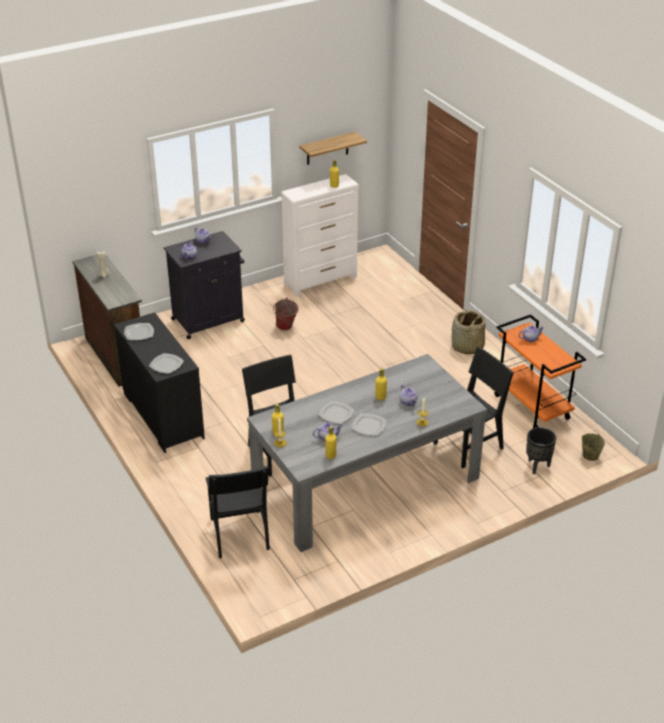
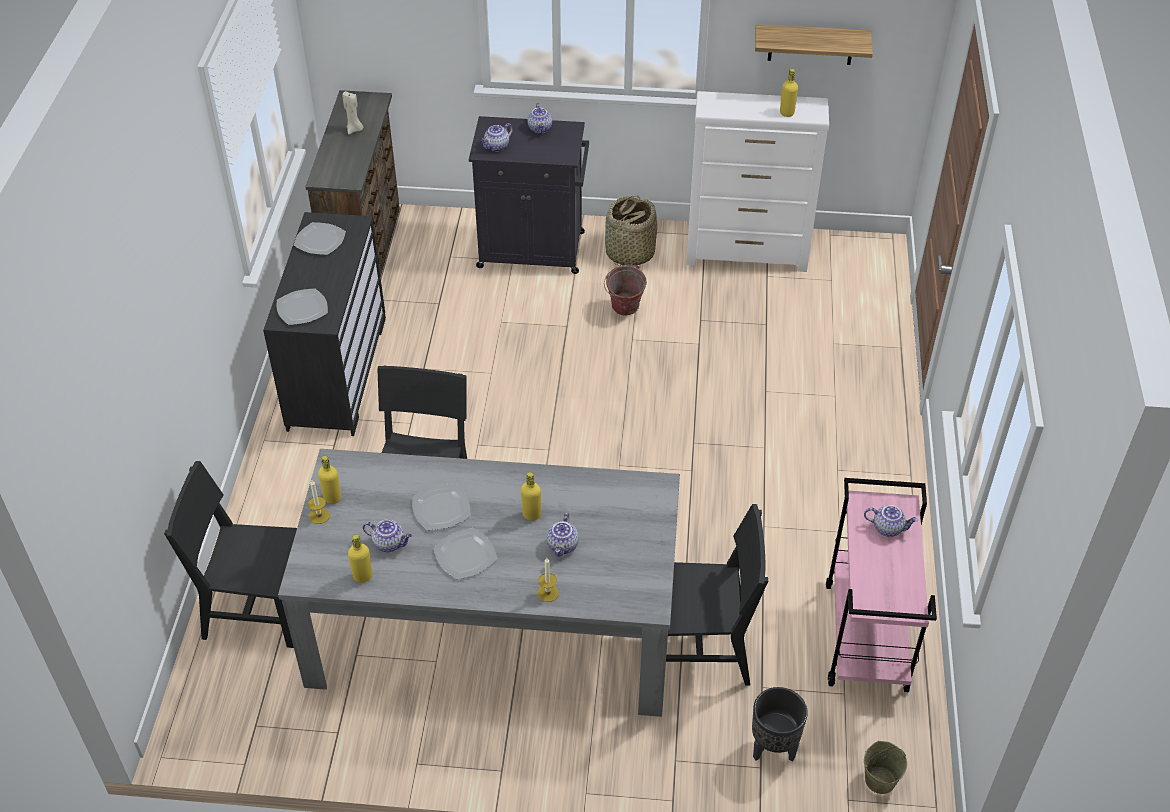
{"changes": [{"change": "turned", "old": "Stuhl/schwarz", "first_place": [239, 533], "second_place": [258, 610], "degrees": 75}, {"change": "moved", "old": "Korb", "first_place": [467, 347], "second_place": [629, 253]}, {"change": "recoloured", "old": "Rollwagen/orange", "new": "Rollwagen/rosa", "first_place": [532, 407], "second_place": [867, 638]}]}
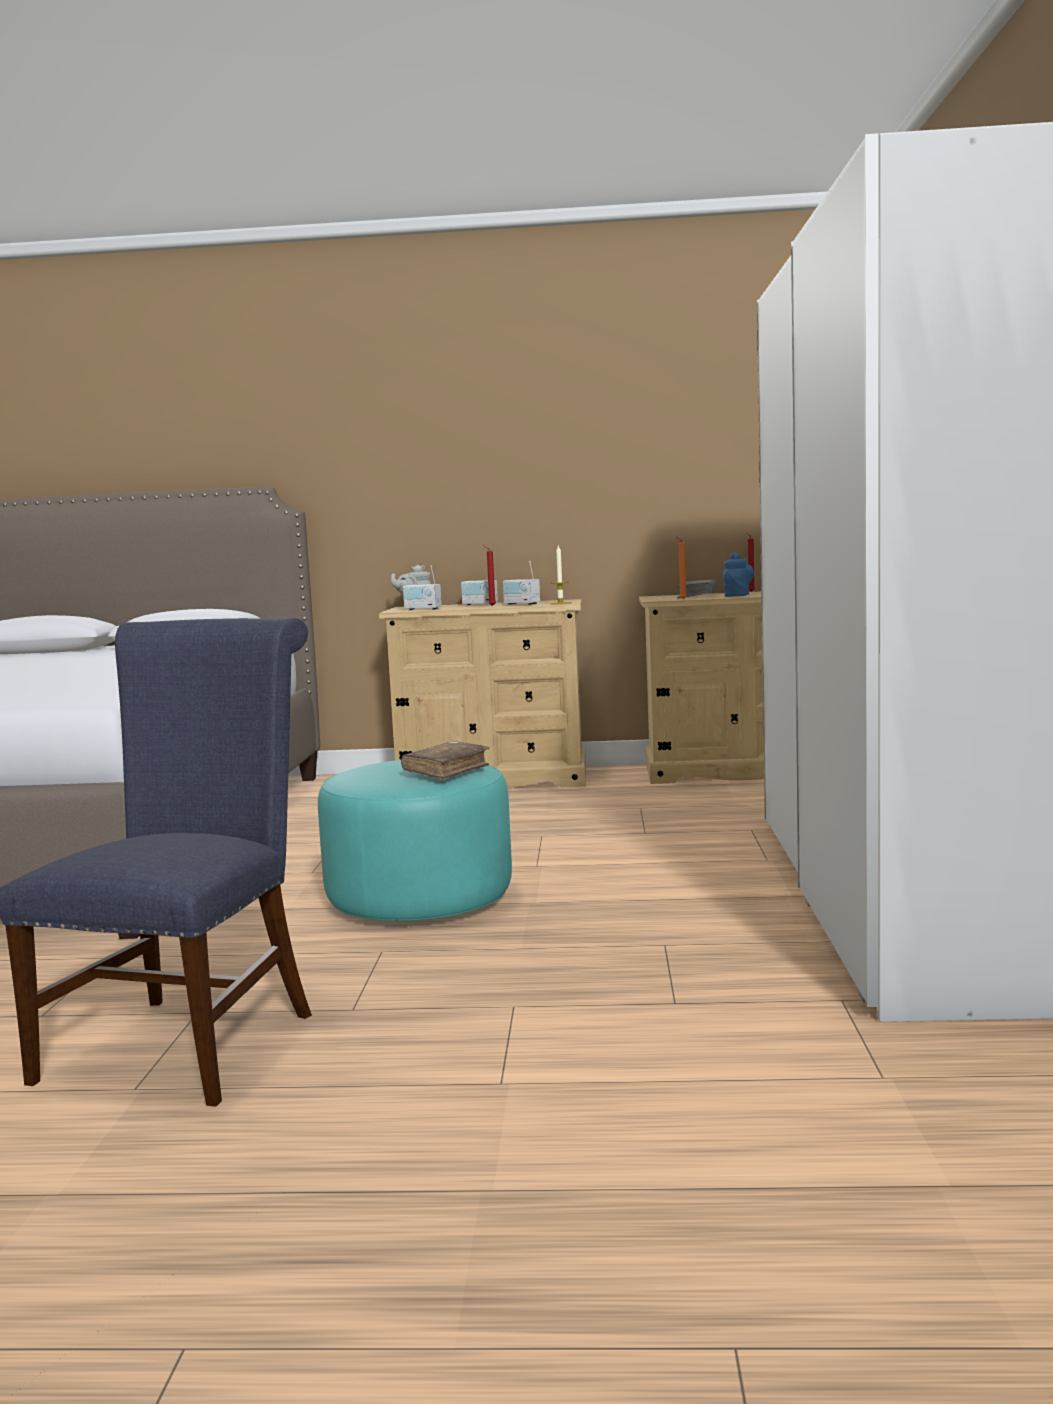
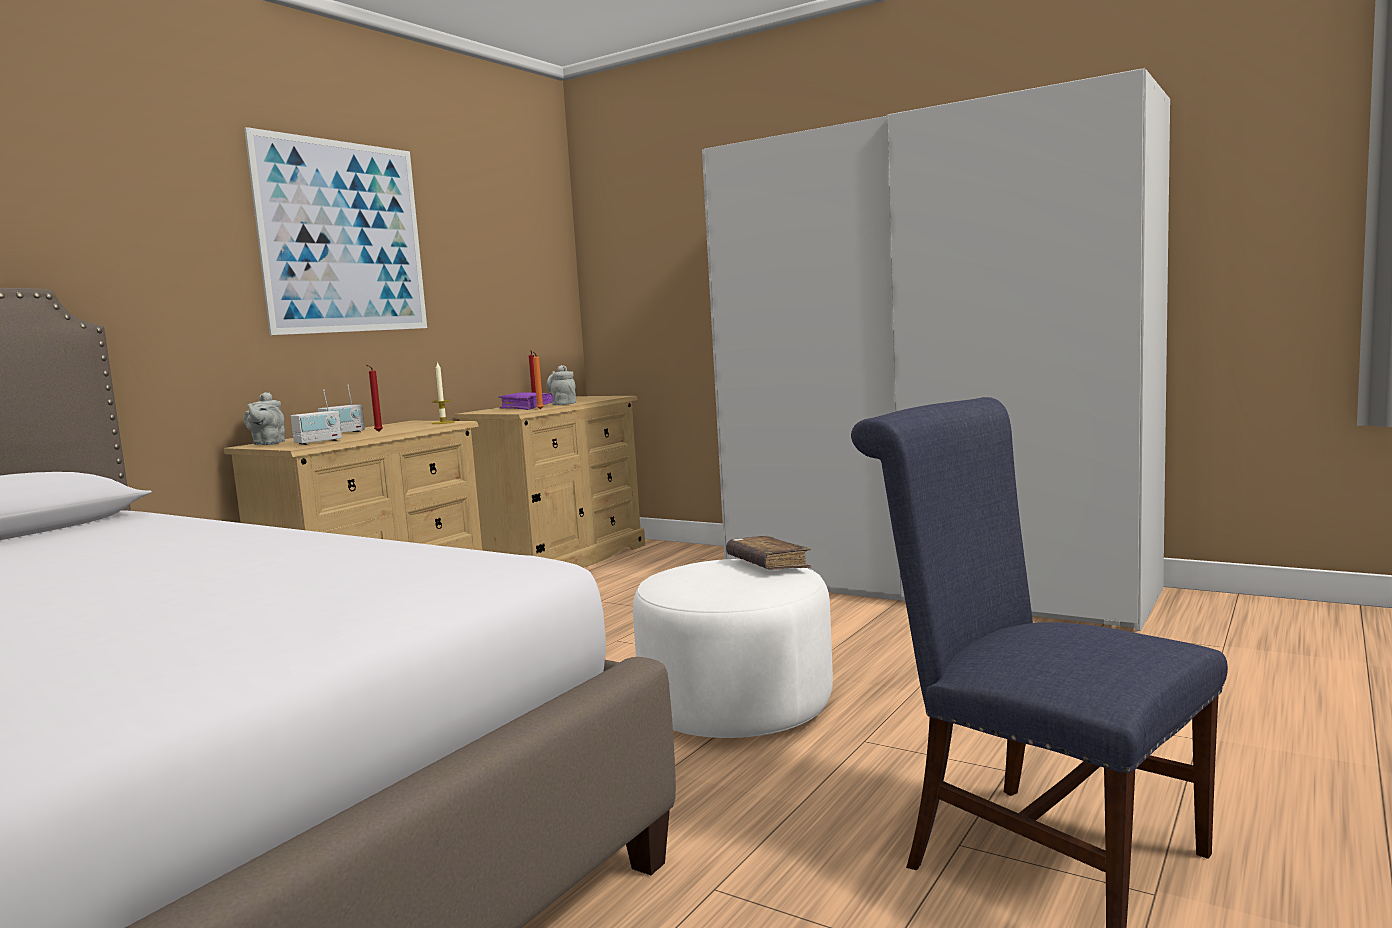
{"changes": [{"change": "recoloured", "old": "Polsterhocker/türkis", "new": "Polsterhocker/weiß", "first_place": [420, 900], "second_place": [736, 708]}, {"change": "removed", "old": "Radio", "first_place": [521, 604]}, {"change": "recoloured", "old": "Buch/grau", "new": "Buch/lila", "first_place": [697, 596], "second_place": [526, 407]}, {"change": "recoloured", "old": "Teekanne/blau", "new": "Teekanne/grau", "first_place": [737, 596], "second_place": [562, 404]}, {"change": "added", "new": "Bild", "second_place": [343, 237]}]}
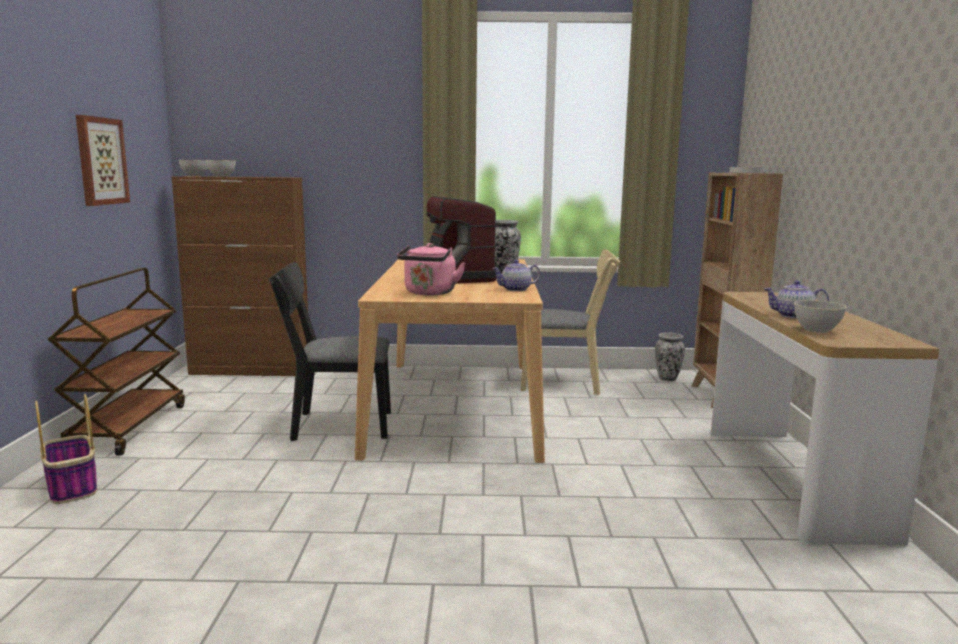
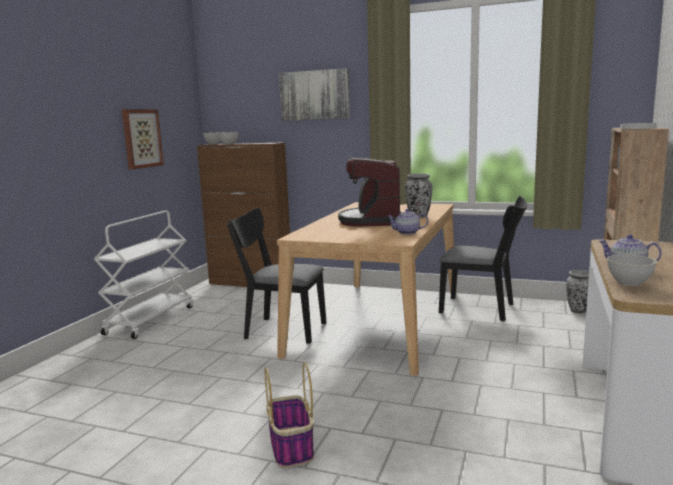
{"changes": [{"change": "moved", "old": "Korb", "first_place": [72, 487], "second_place": [292, 448]}, {"change": "recoloured", "old": "Rollwagen/braun", "new": "Rollwagen/weiß", "first_place": [127, 428], "second_place": [150, 320]}, {"change": "removed", "old": "Wasserkessel/rosa", "first_place": [429, 293]}, {"change": "recoloured", "old": "Stuhl/beige", "new": "Stuhl/schwarz", "first_place": [567, 383], "second_place": [483, 309]}, {"change": "added", "new": "Bild", "second_place": [314, 95]}]}
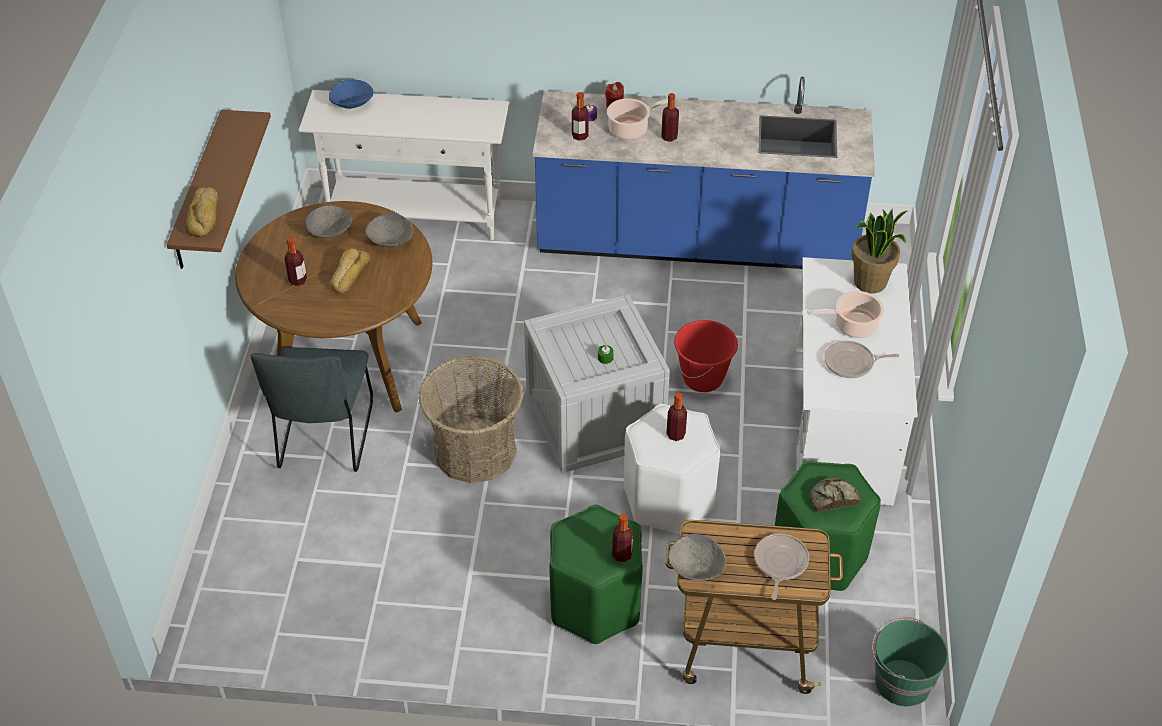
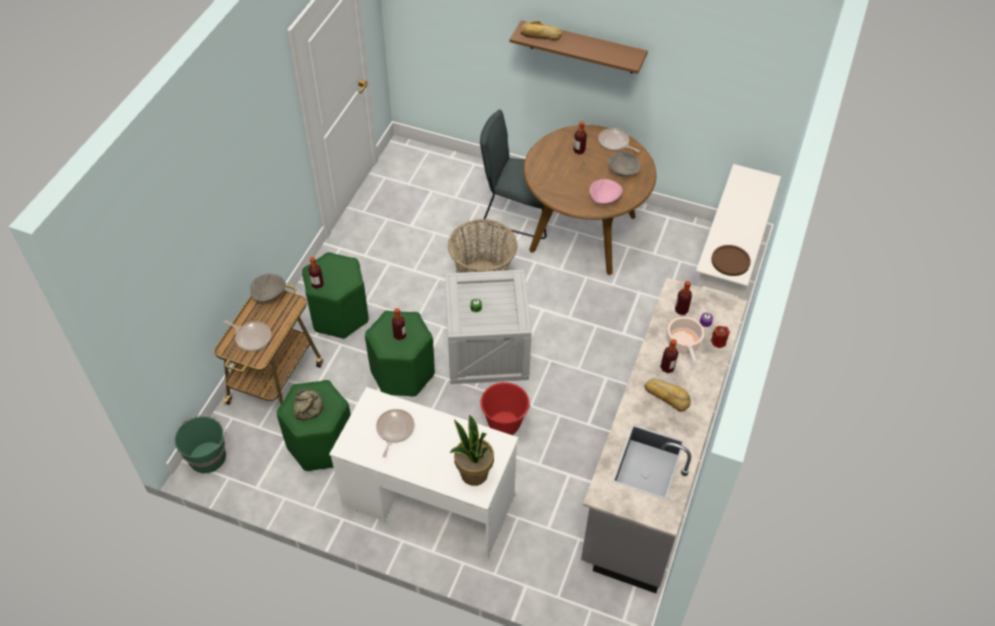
{"changes": [{"change": "removed", "old": "Schüssel/blau", "first_place": [352, 104]}, {"change": "moved", "old": "Brot", "first_place": [349, 275], "second_place": [667, 396]}, {"change": "recoloured", "old": "Schüssel/grau", "new": "Schüssel/rosa", "first_place": [391, 241], "second_place": [604, 198]}, {"change": "recoloured", "old": "Küchenzeile/blau", "new": "Küchenzeile/grau", "first_place": [696, 244], "second_place": [654, 462]}, {"change": "recoloured", "old": "Hocker/weiß", "new": "Hocker/grün", "first_place": [668, 500], "second_place": [402, 373]}, {"change": "removed", "old": "Kochtopf", "first_place": [853, 326]}, {"change": "added", "new": "Pfanne", "second_place": [615, 143]}, {"change": "added", "new": "Teller/braun", "second_place": [730, 261]}]}
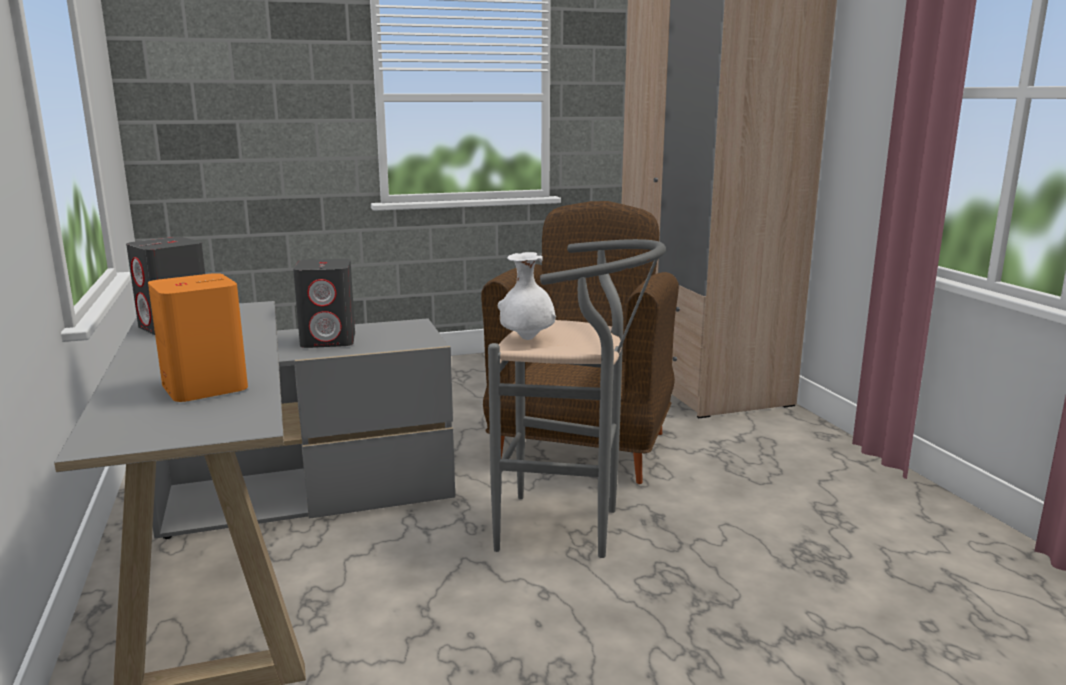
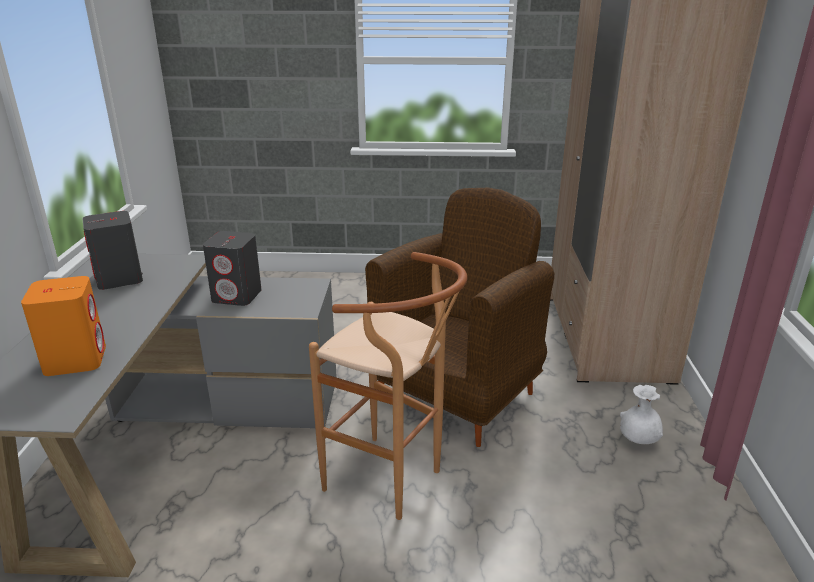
{"changes": [{"change": "recoloured", "old": "Hocker/grau", "new": "Hocker/braun", "first_place": [571, 529], "second_place": [393, 482]}, {"change": "moved", "old": "Vase/weiß", "first_place": [527, 339], "second_place": [638, 441]}]}
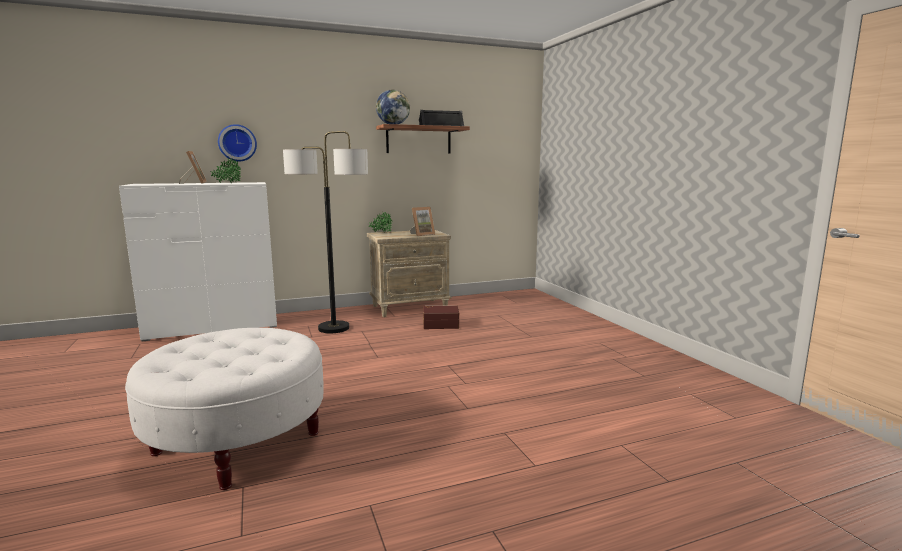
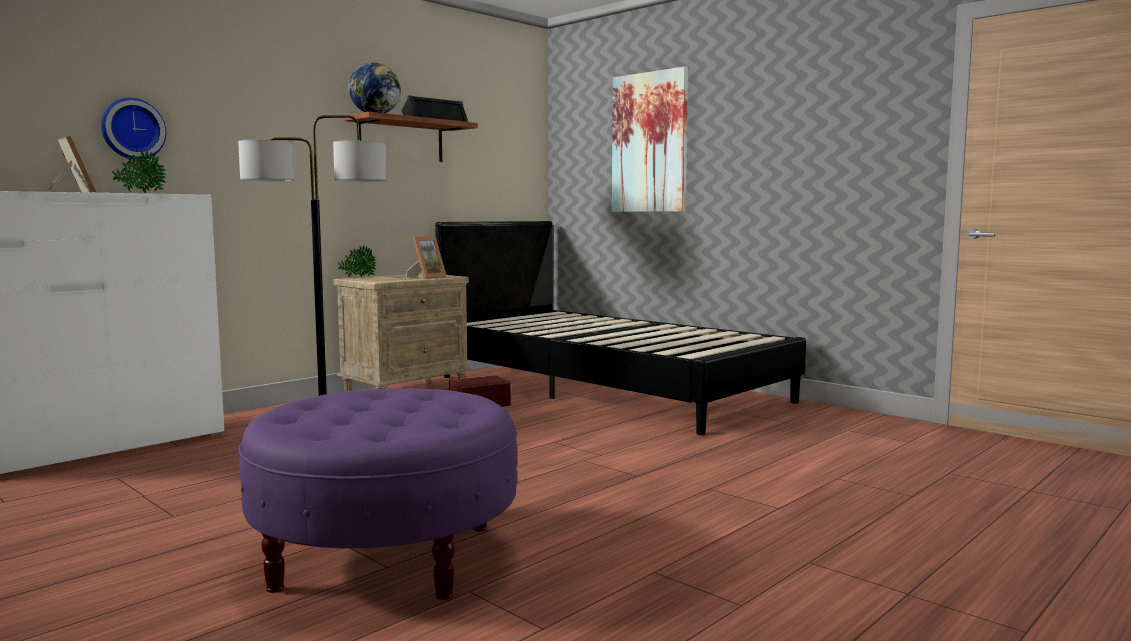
{"changes": [{"change": "recoloured", "old": "Polsterhocker/weiß", "new": "Polsterhocker/lila", "first_place": [237, 443], "second_place": [385, 556]}, {"change": "added", "new": "Bett/schwarz", "second_place": [607, 388]}, {"change": "added", "new": "Bild", "second_place": [649, 142]}]}
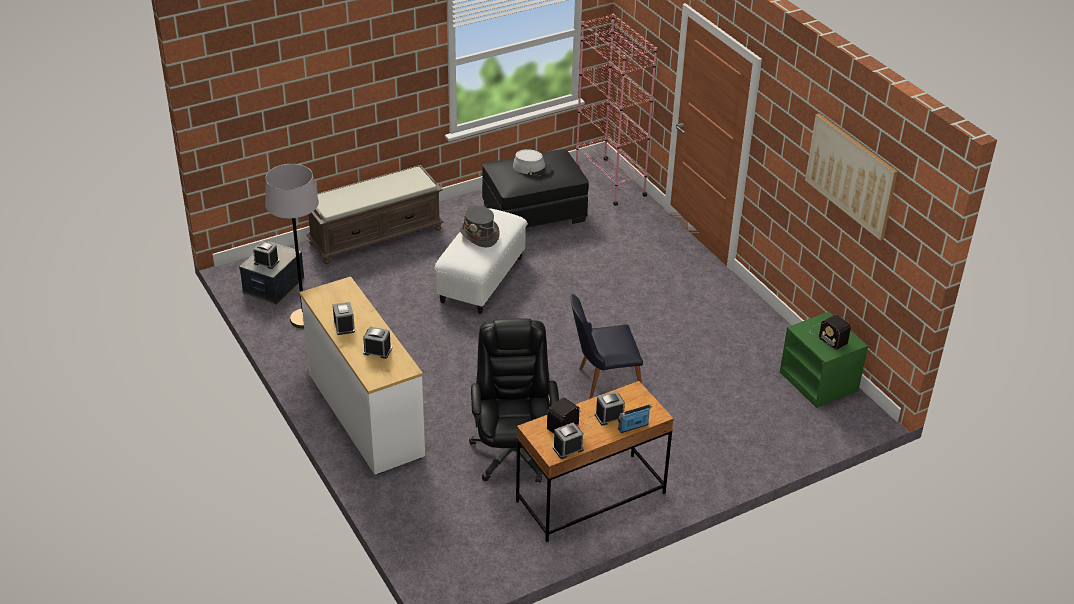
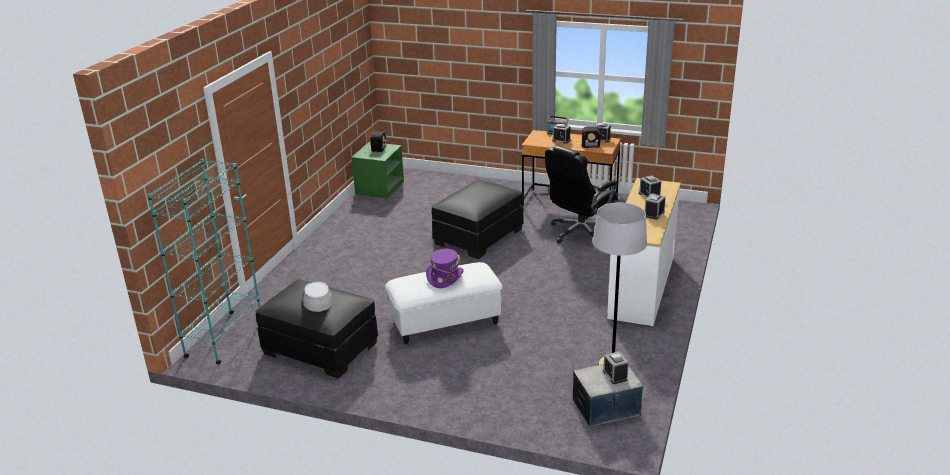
{"changes": [{"change": "removed", "old": "Bank/braun", "first_place": [376, 235]}, {"change": "recoloured", "old": "Hut/grau", "new": "Hut/lila", "first_place": [479, 235], "second_place": [445, 277]}, {"change": "replaced", "old": "Stuhl/schwarz", "new": "Polsterhocker/schwarz", "first_place": [603, 381], "second_place": [478, 236]}, {"change": "recoloured", "old": "Bücherregal/rosa", "new": "Bücherregal/türkis", "first_place": [610, 181], "second_place": [225, 338]}, {"change": "removed", "old": "Bild", "first_place": [850, 175]}]}
